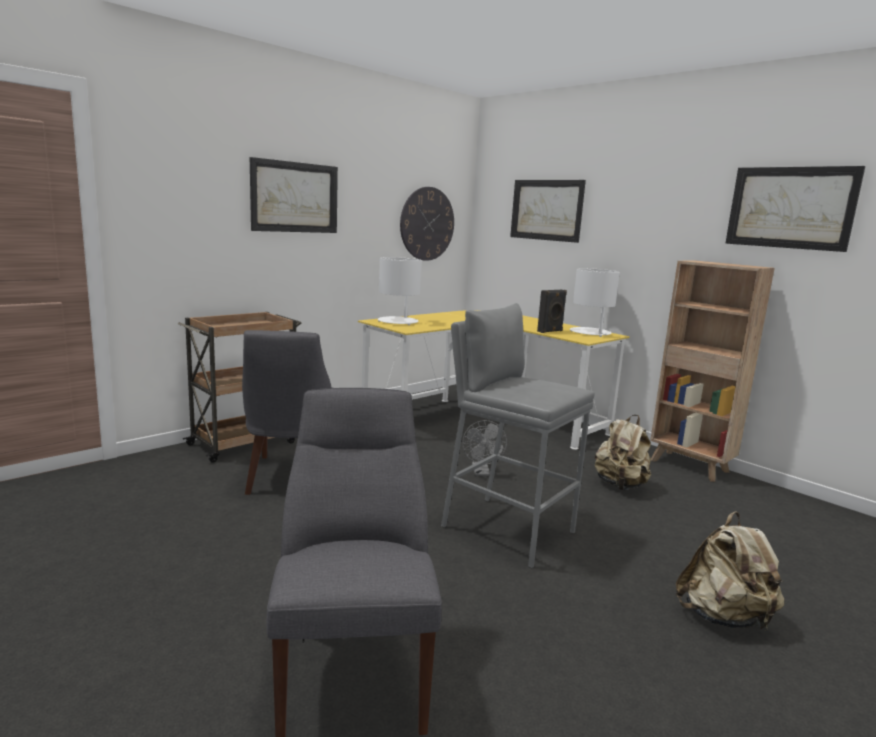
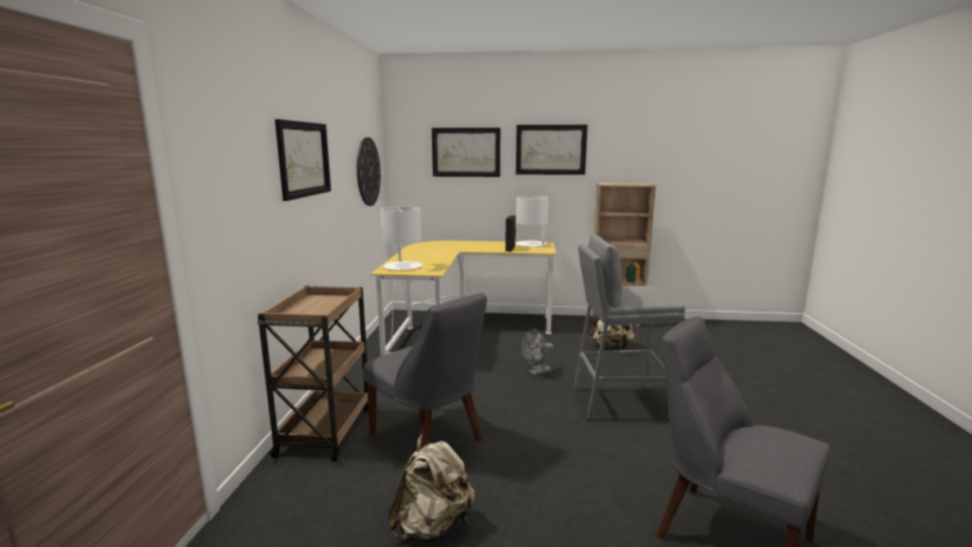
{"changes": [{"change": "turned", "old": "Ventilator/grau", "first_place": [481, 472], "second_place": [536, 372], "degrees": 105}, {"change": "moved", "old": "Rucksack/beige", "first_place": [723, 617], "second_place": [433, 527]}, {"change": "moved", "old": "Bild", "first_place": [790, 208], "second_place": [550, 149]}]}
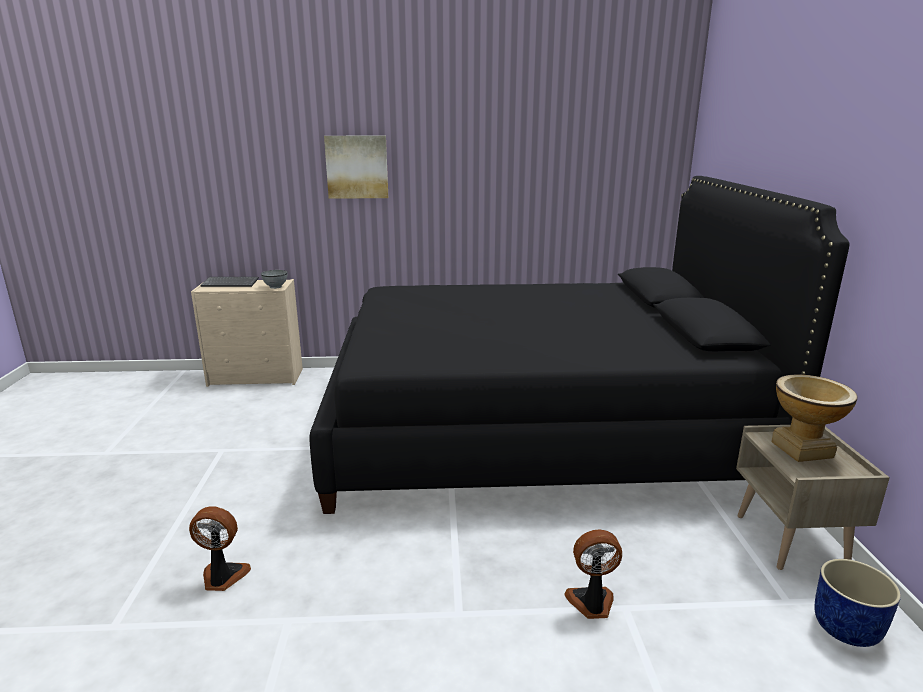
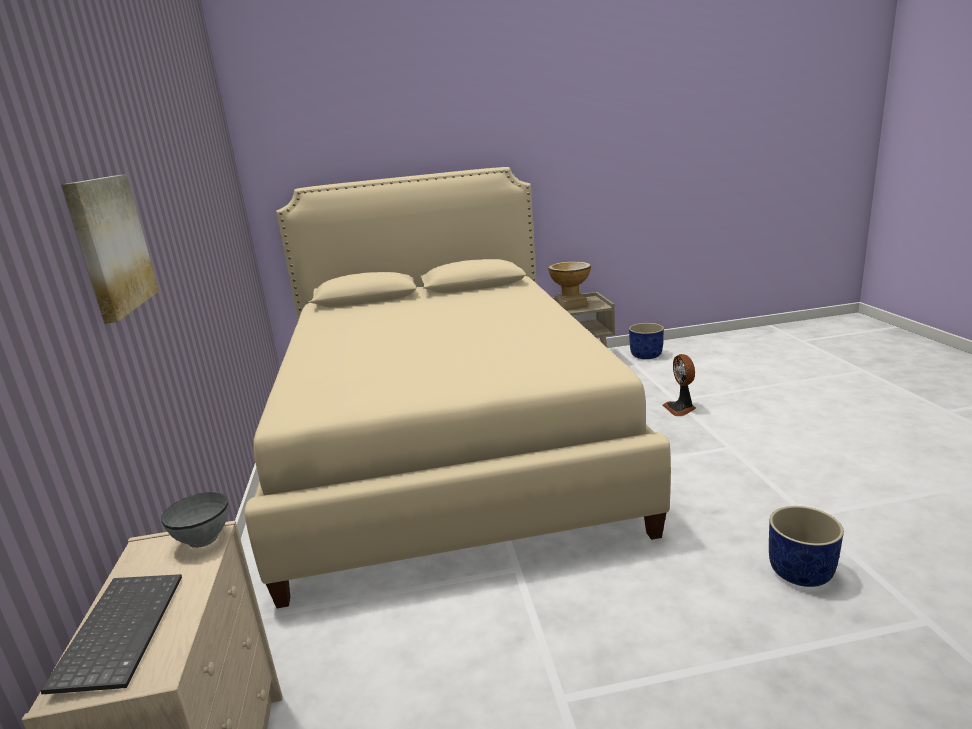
{"changes": [{"change": "replaced", "old": "Ventilator", "new": "Pflanzkübel/blau", "first_place": [222, 577], "second_place": [801, 572]}, {"change": "recoloured", "old": "Bett/schwarz", "new": "Bett/beige", "first_place": [534, 429], "second_place": [446, 445]}]}
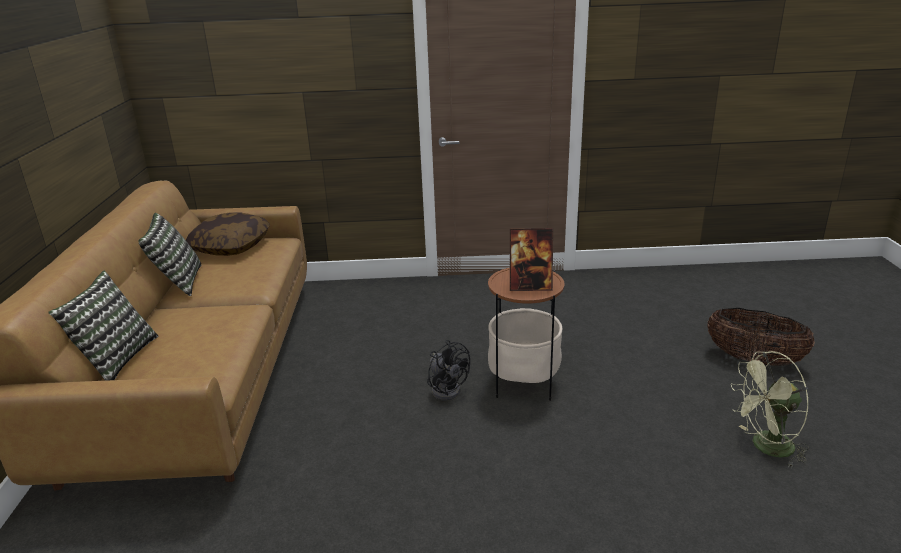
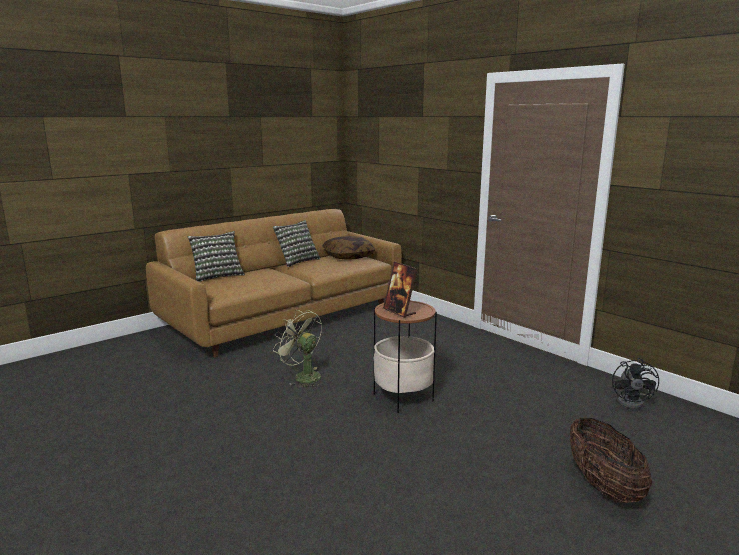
{"changes": [{"change": "moved", "old": "Ventilator/schwarz", "first_place": [447, 388], "second_place": [633, 402]}, {"change": "moved", "old": "Ventilator/grün", "first_place": [765, 448], "second_place": [302, 376]}]}
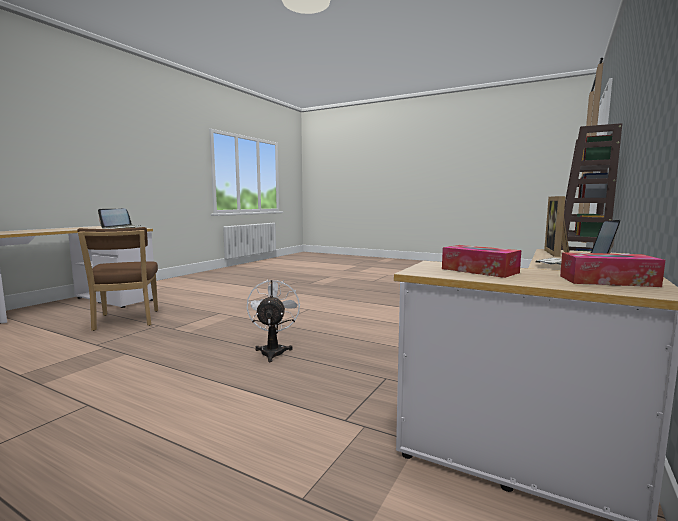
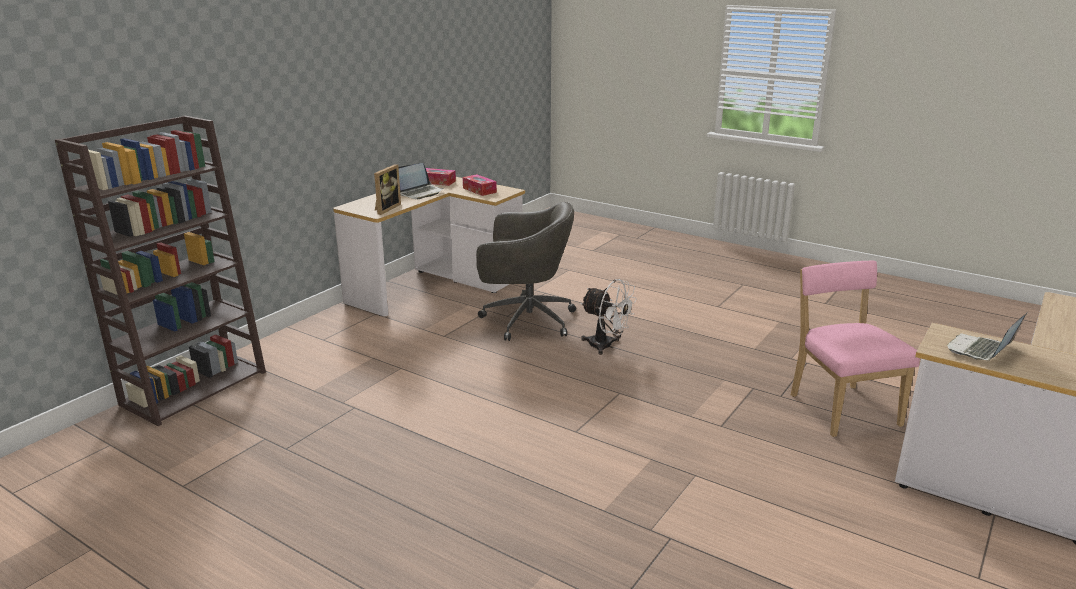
{"changes": [{"change": "recoloured", "old": "Stuhl/braun", "new": "Stuhl/rosa", "first_place": [126, 321], "second_place": [841, 408]}, {"change": "turned", "old": "Ventilator/weiß", "first_place": [273, 351], "second_place": [606, 346], "degrees": -60}, {"change": "added", "new": "Bürostuhl/grau", "second_place": [525, 320]}]}
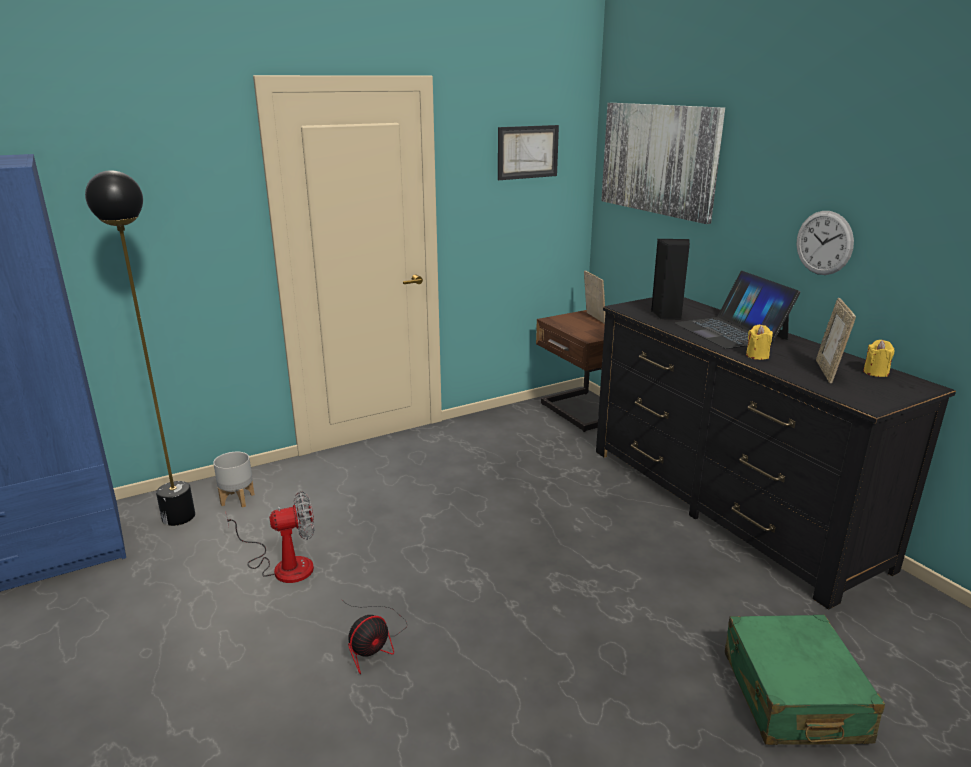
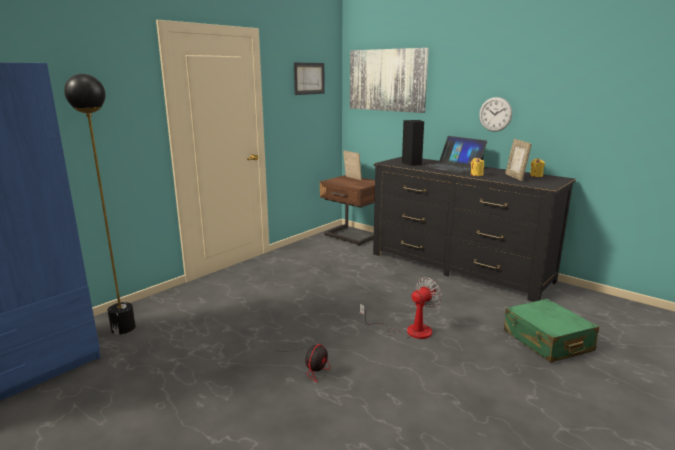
{"changes": [{"change": "removed", "old": "Pflanzkübel/grau", "first_place": [238, 499]}, {"change": "moved", "old": "Ventilator", "first_place": [283, 565], "second_place": [409, 331]}]}
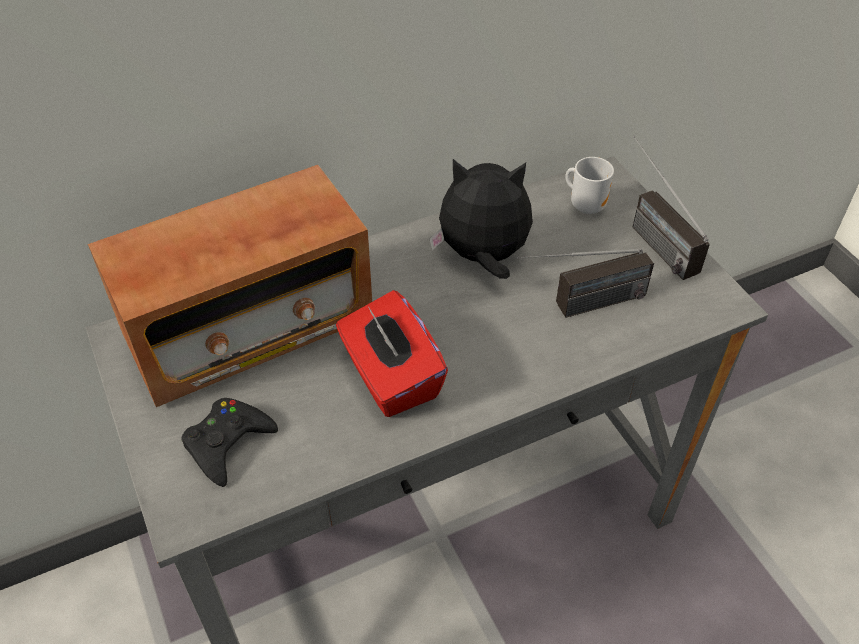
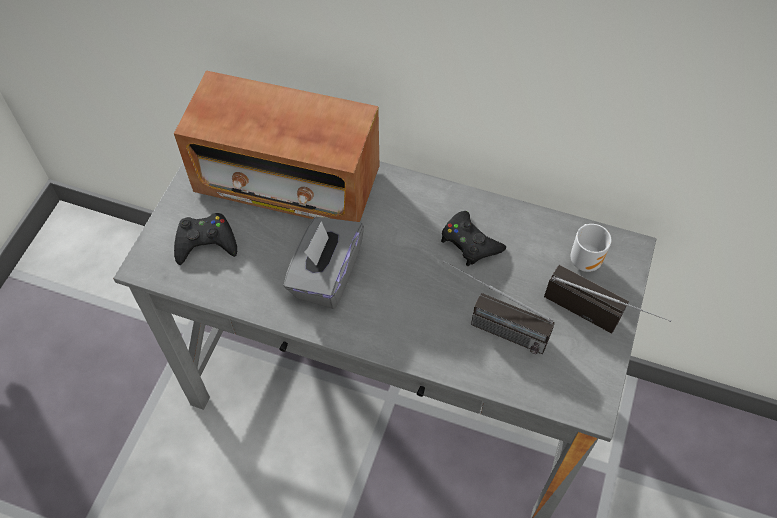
{"changes": [{"change": "recoloured", "old": "Taschentuchbox/rot", "new": "Taschentuchbox/grau", "first_place": [391, 378], "second_place": [326, 275]}, {"change": "replaced", "old": "Plüschtier", "new": "Gamepad/schwarz", "first_place": [483, 257], "second_place": [470, 242]}, {"change": "turned", "old": "Radio", "first_place": [649, 236], "second_place": [601, 316], "degrees": 105}]}
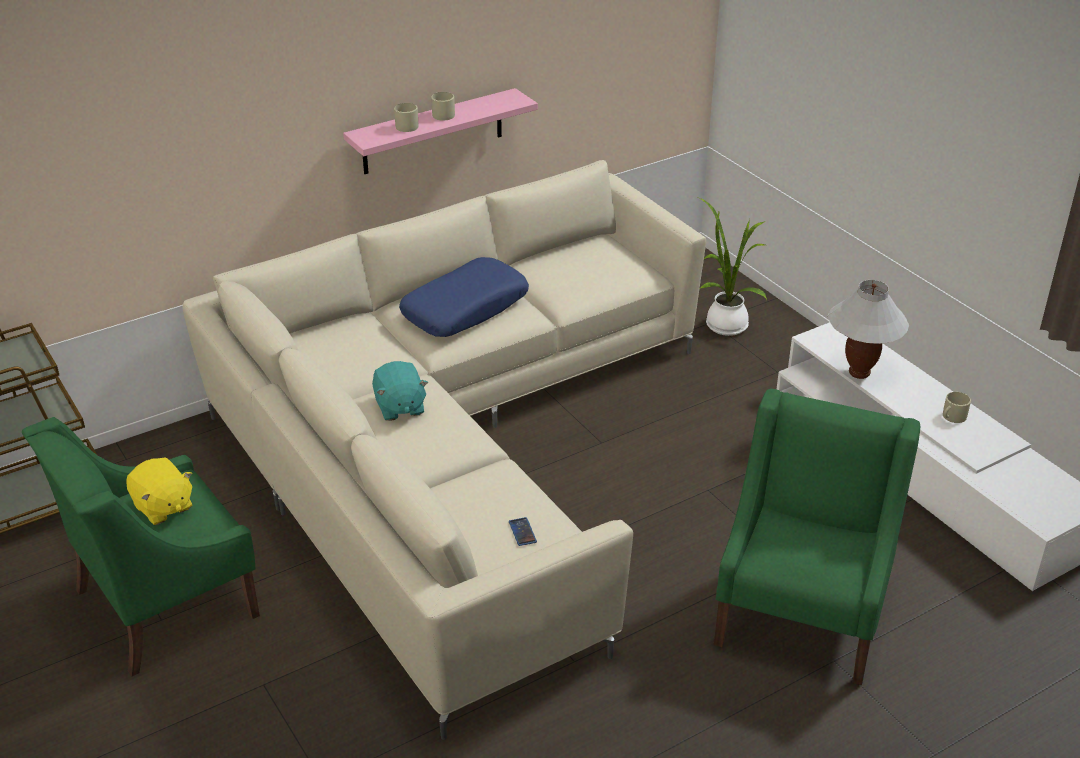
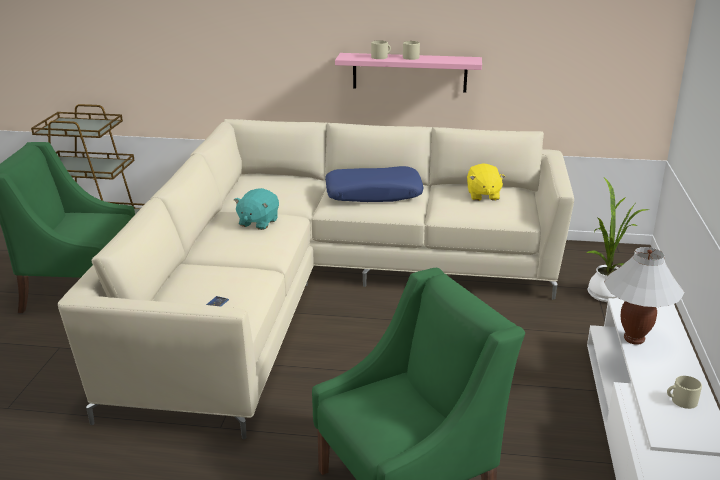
{"changes": [{"change": "moved", "old": "Plüschtier/gelb", "first_place": [163, 507], "second_place": [483, 195]}]}
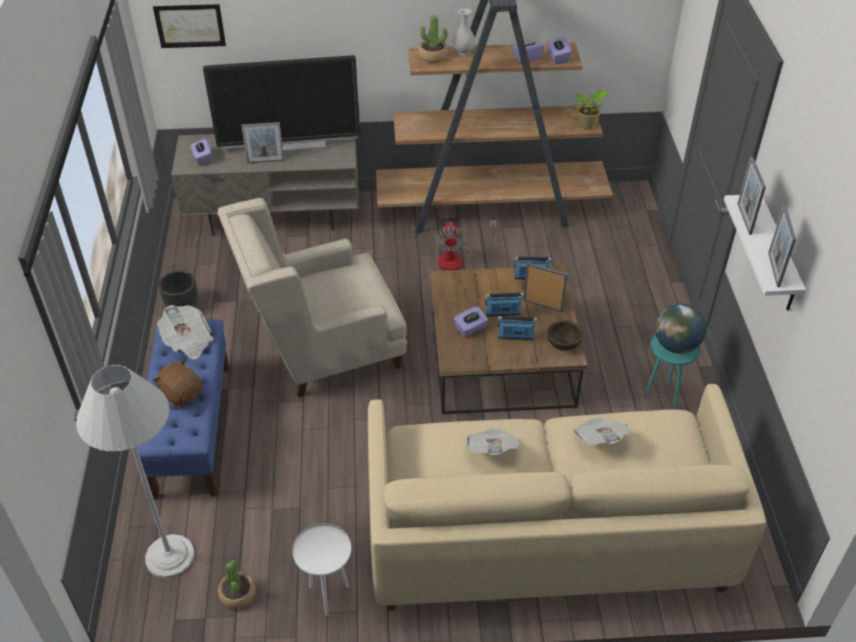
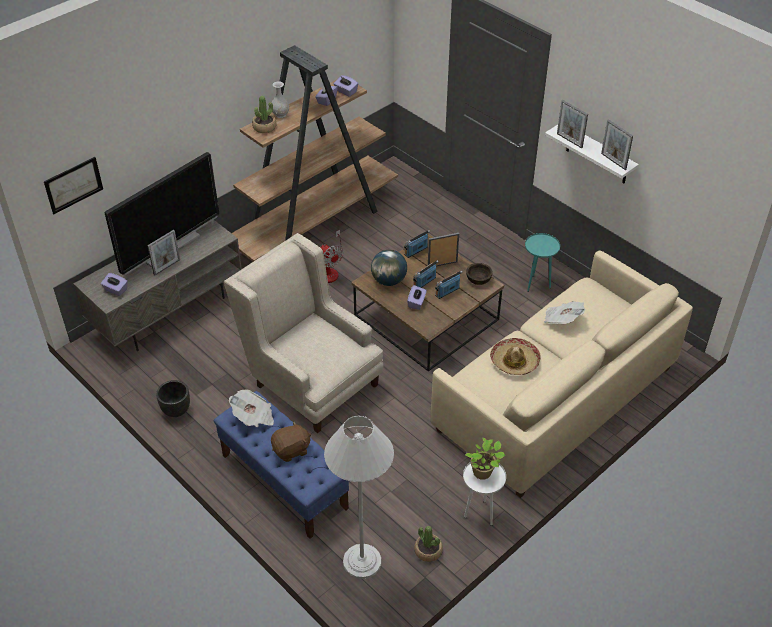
{"changes": [{"change": "turned", "old": "Plüschtier/braun", "first_place": [182, 394], "second_place": [291, 450], "degrees": 150}, {"change": "turned", "old": "Sessel/beige", "first_place": [321, 350], "second_place": [309, 380], "degrees": 105}, {"change": "replaced", "old": "Zeitung", "new": "Hut", "first_place": [491, 450], "second_place": [514, 361]}, {"change": "moved", "old": "Topfpflanze", "first_place": [587, 125], "second_place": [483, 473]}, {"change": "moved", "old": "Globus", "first_place": [676, 345], "second_place": [389, 280]}]}
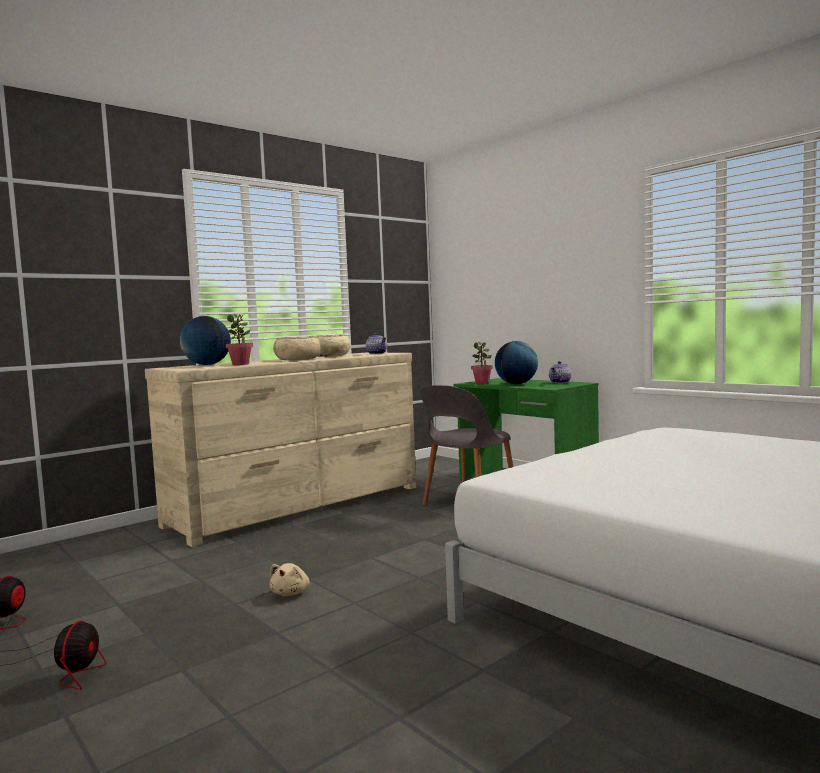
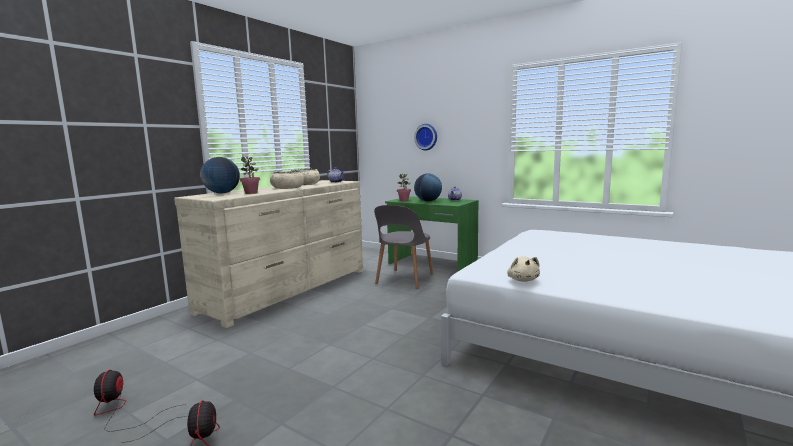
{"changes": [{"change": "moved", "old": "Plüschtier/beige", "first_place": [291, 593], "second_place": [523, 280]}, {"change": "added", "new": "Wanduhr", "second_place": [426, 137]}]}
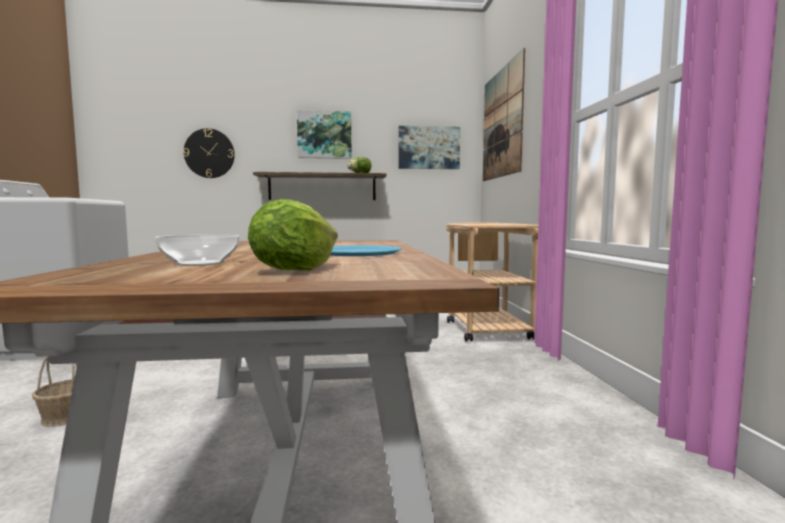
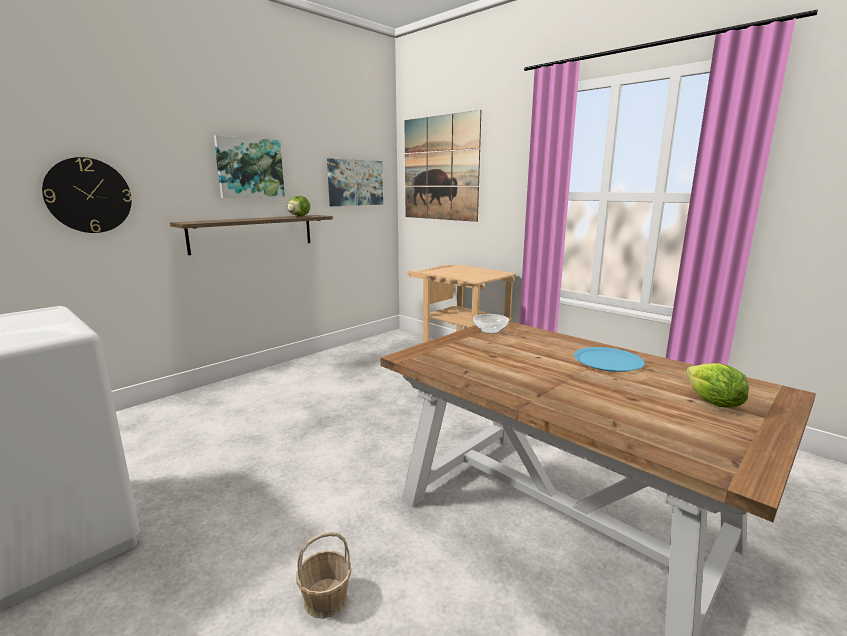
{"changes": [{"change": "moved", "old": "Schüssel", "first_place": [201, 263], "second_place": [490, 330]}]}
